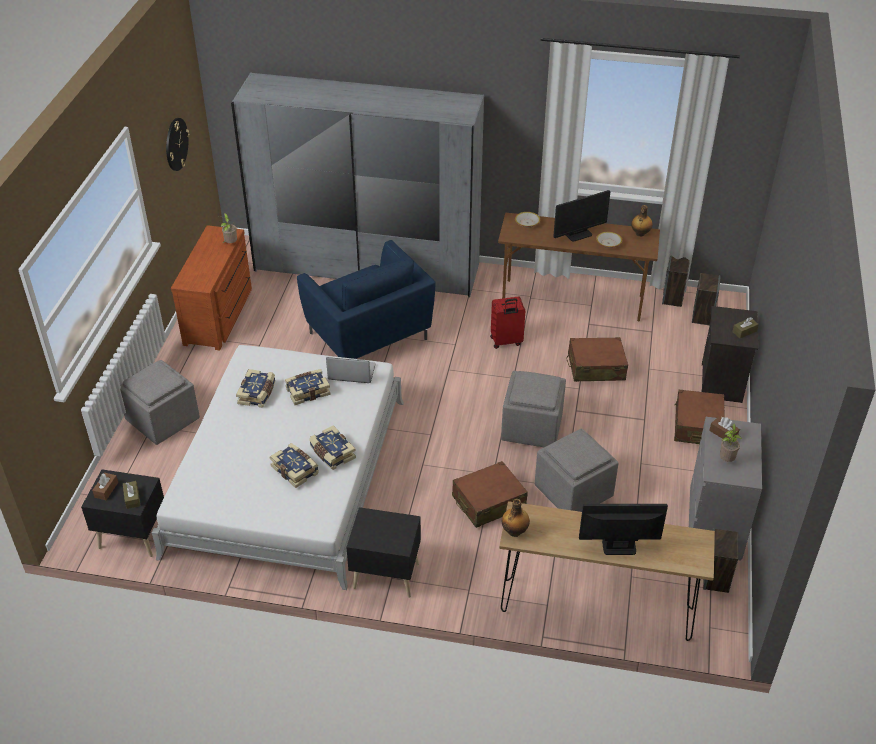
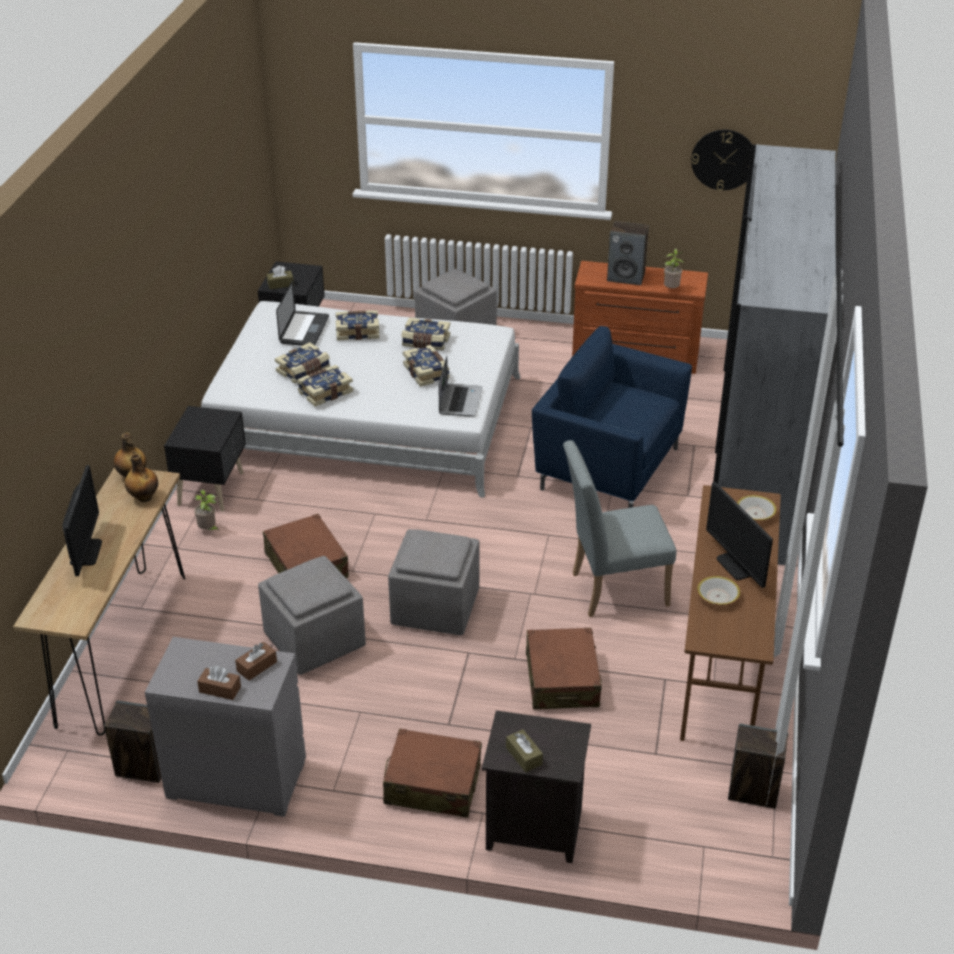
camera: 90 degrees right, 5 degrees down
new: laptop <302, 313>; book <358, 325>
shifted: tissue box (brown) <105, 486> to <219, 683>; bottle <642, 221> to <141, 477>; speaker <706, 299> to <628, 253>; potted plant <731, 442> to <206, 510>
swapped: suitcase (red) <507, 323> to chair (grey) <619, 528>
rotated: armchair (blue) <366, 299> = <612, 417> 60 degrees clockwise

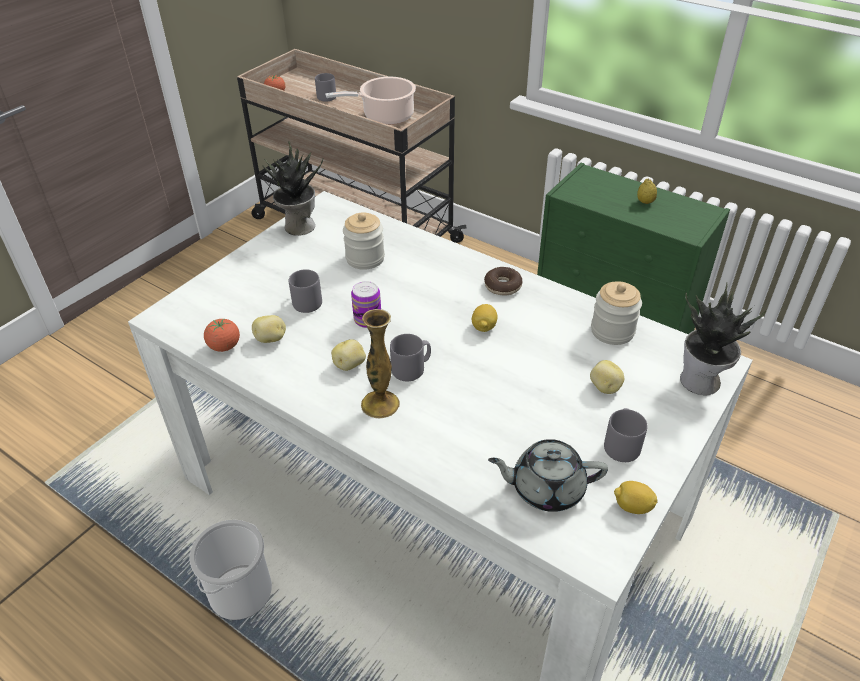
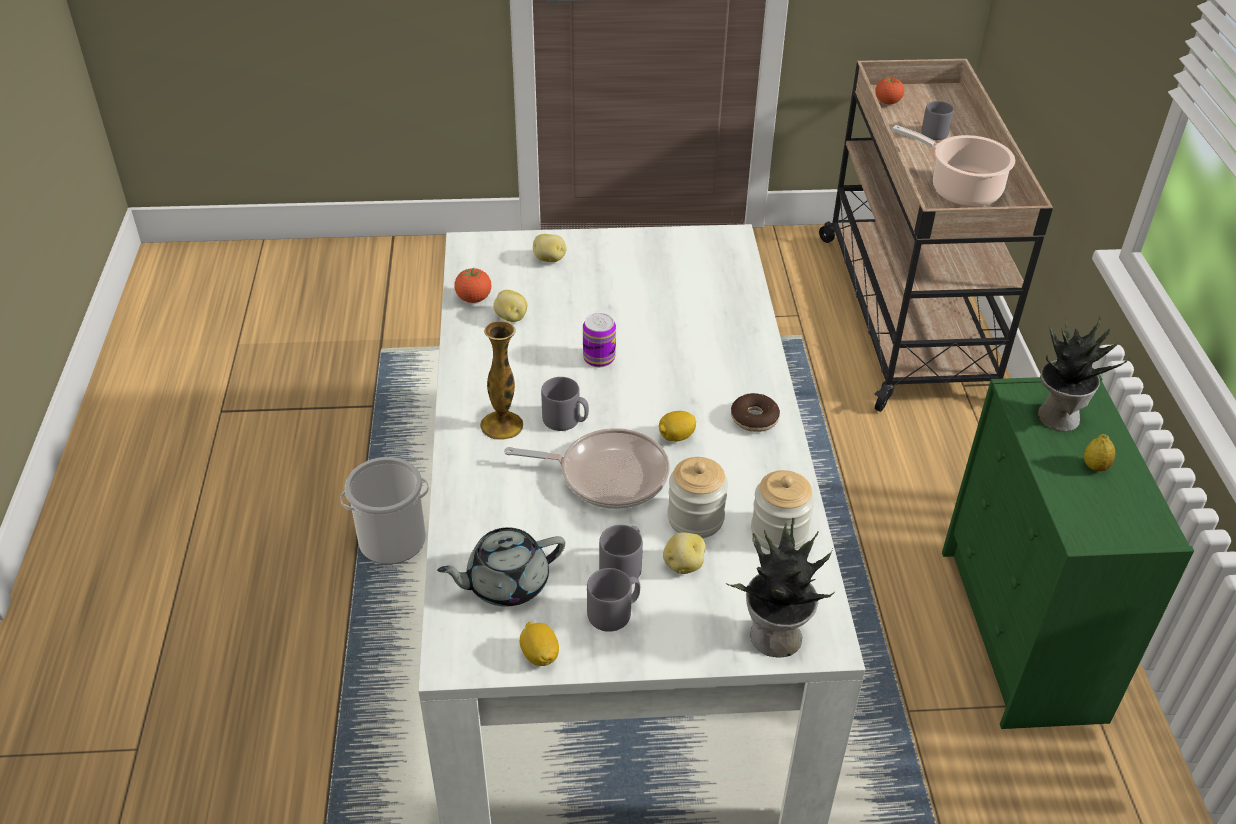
camera: 50 degrees right, 0 degrees up
new: frying pan <587, 468>
shifted: potted plant <292, 188> to <1083, 373>; mug (grey) <305, 291> to <621, 552>; potato <348, 355> to <550, 248>; jar <364, 241> to <697, 497>
rotated: teapot (grey) <548, 475> = <501, 566> 75 degrees counterclockwise

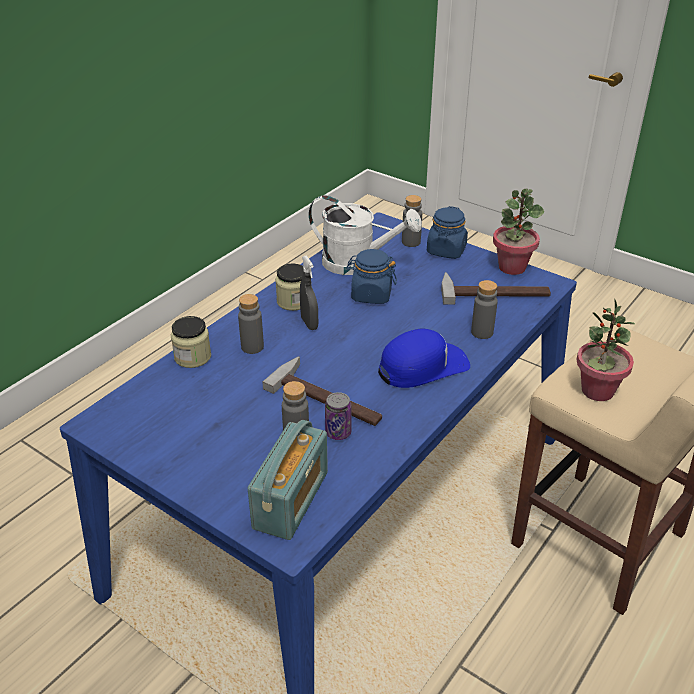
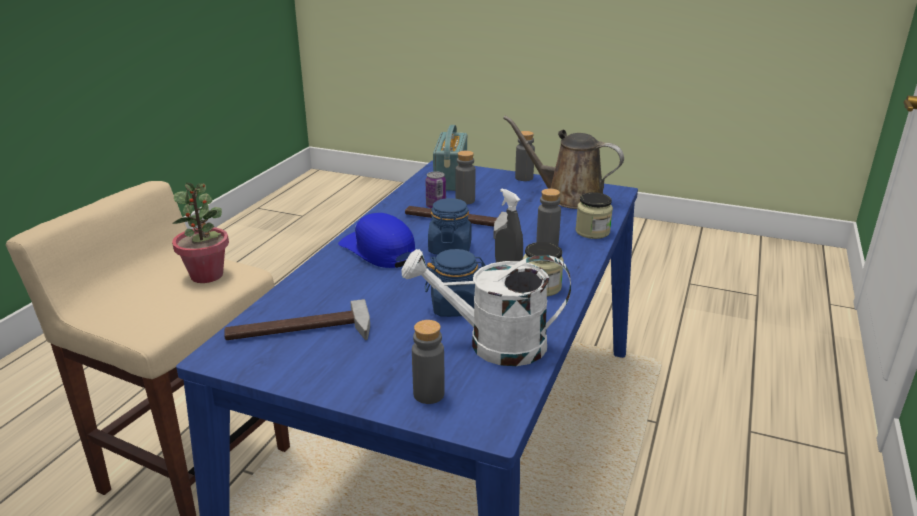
camera: 165 degrees right, 10 degrees down
gone: potted plant <518, 231>
new: watering can (brown) <563, 162>
shifted: jar (blue) <447, 232> to <450, 226>; bottle (grey) <484, 309> to <525, 156>
rotated: cap (blue) <424, 358> = <376, 240> 90 degrees clockwise

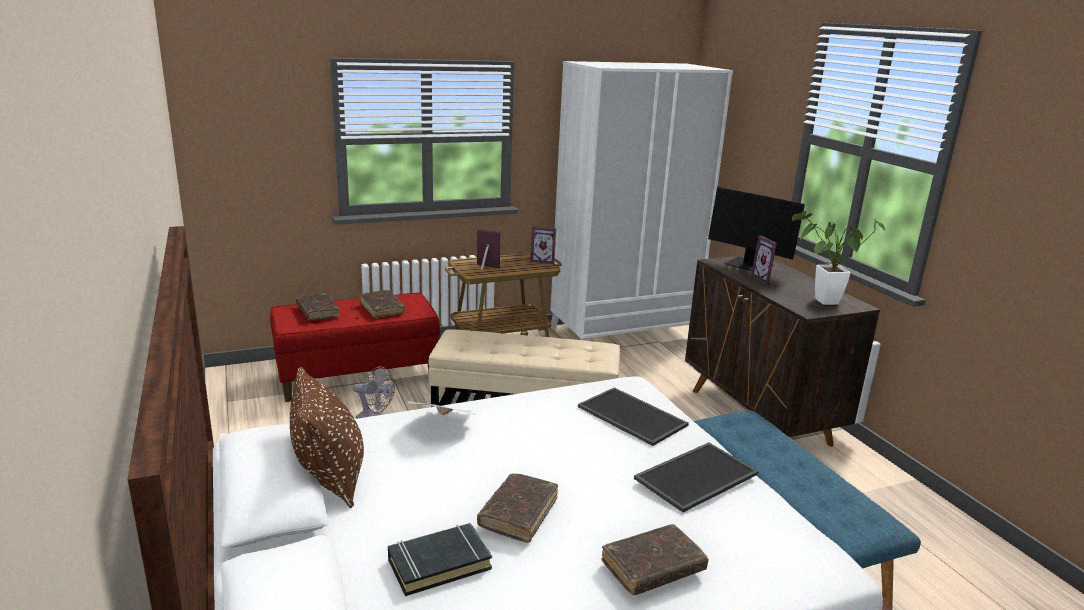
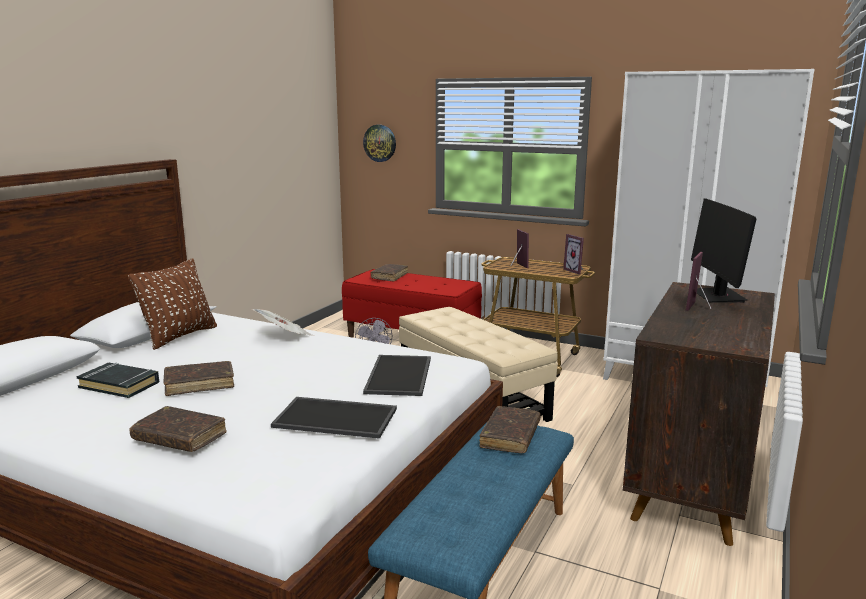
camera: 50 degrees right, 5 degrees down
gone: potted plant <838, 258>
new: wall clock <379, 143>
shifted: book (brown) <382, 304> to <510, 429>

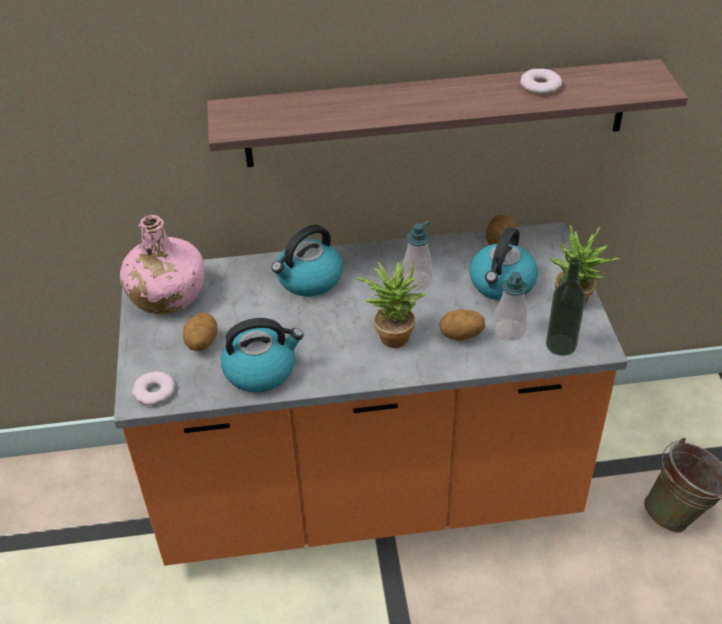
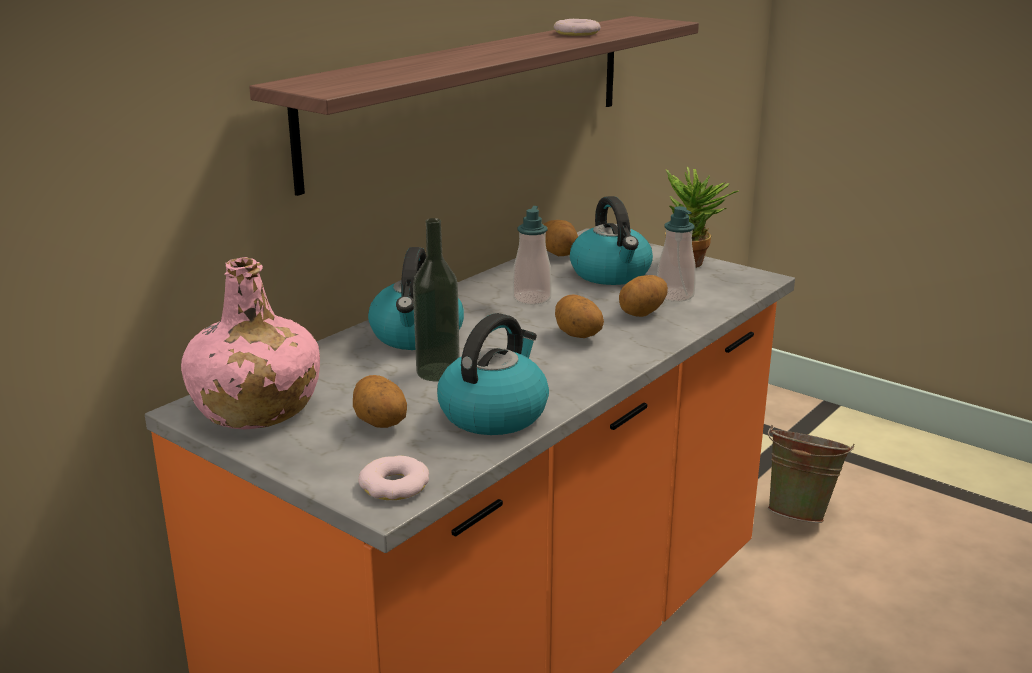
camera: 45 degrees left, 20 degrees down
shifted: bottle <566, 306> to <436, 299>
swapped: potted plant <391, 304> to potato <579, 316>

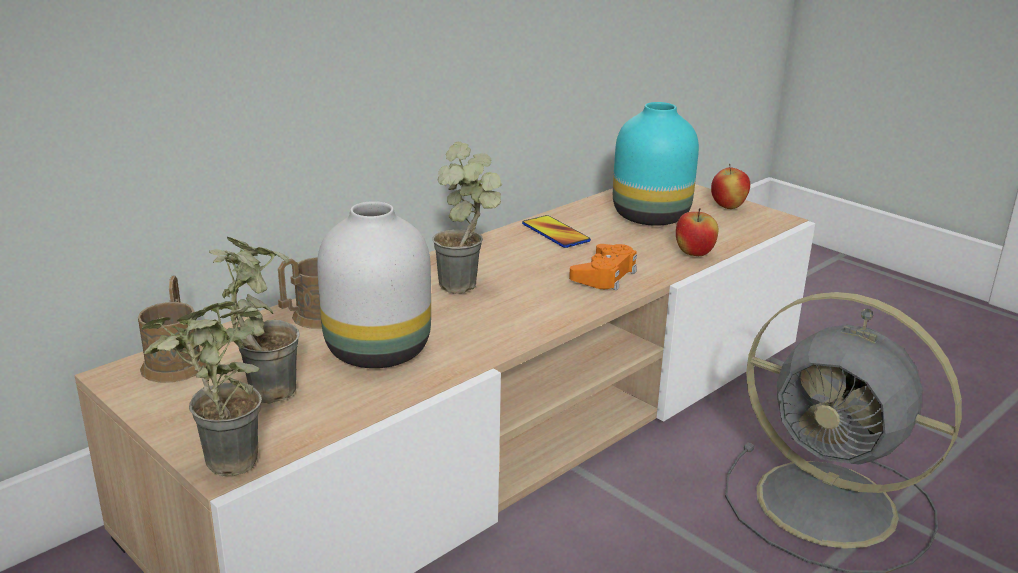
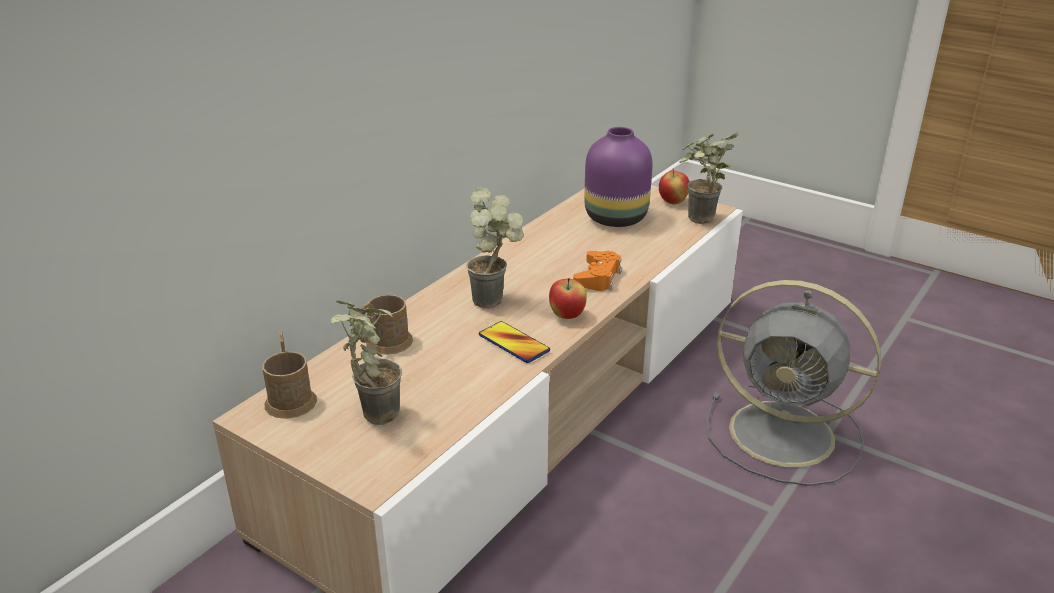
camera: 10 degrees left, 5 degrees up
gone: vase (white) <374, 284>
shifted: potted plant <201, 388> to <709, 178>; phone <556, 231> to <514, 342>; apple <697, 232> to <568, 298>
repainted: vase (turquoise) <656, 164> to vase (purple) <618, 177>

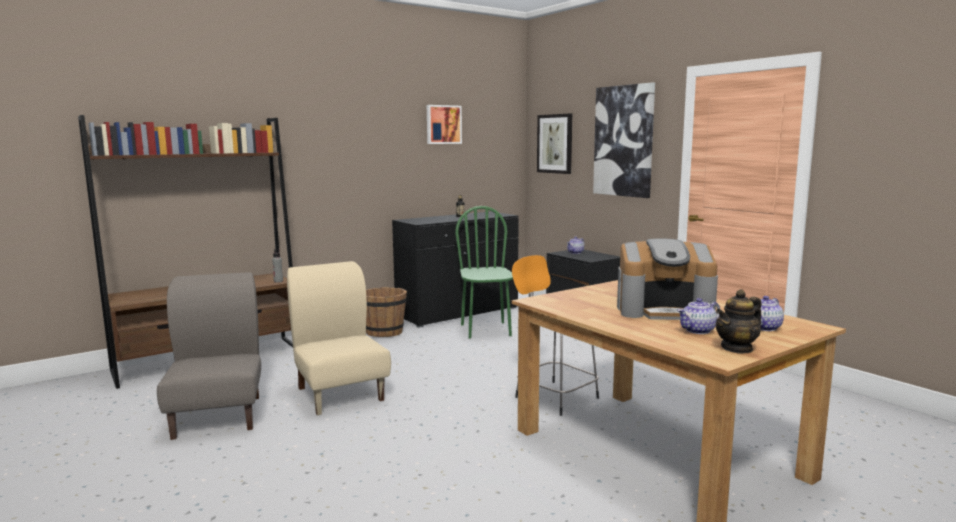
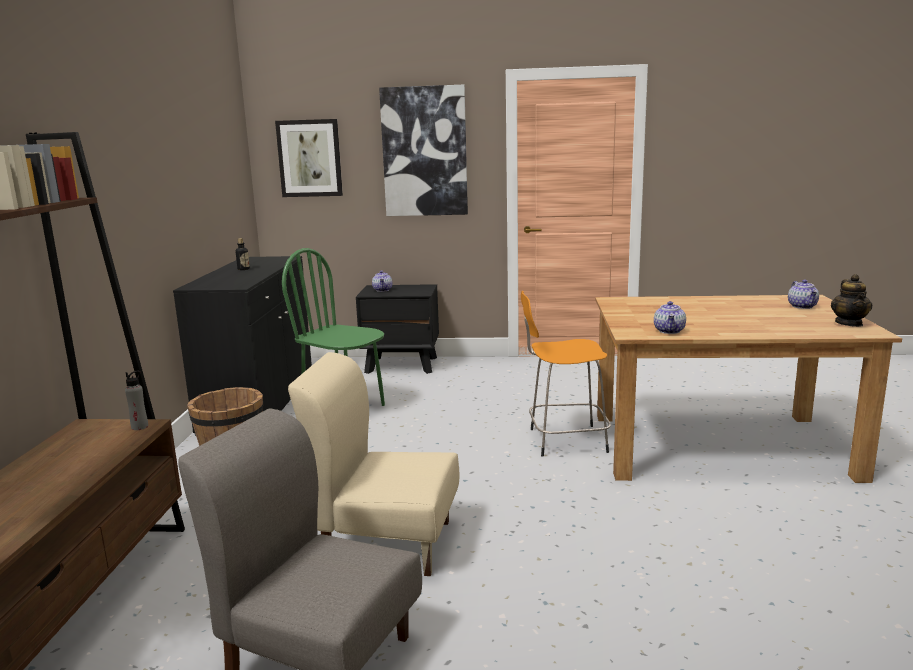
camera: 50 degrees left, 5 degrees up
gone: picture <444, 124>; coffee machine <667, 279>
shifted: teapot <698, 316> to <670, 317>

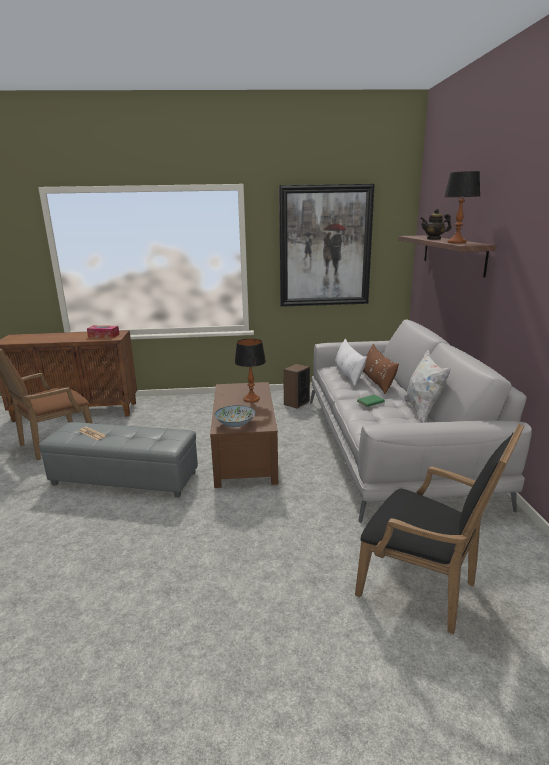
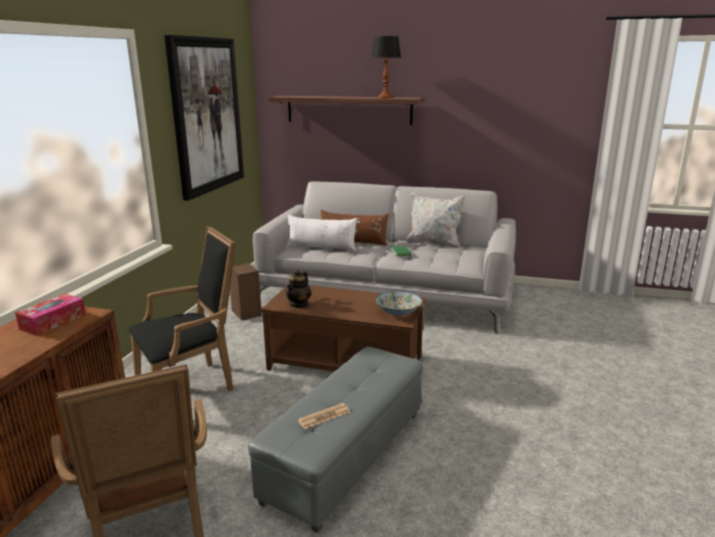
camera: 70 degrees left, 0 degrees up
gone: table lamp <250, 371>
shifted: armchair (black) <440, 528> to <182, 308>; teapot <435, 224> to <298, 289>

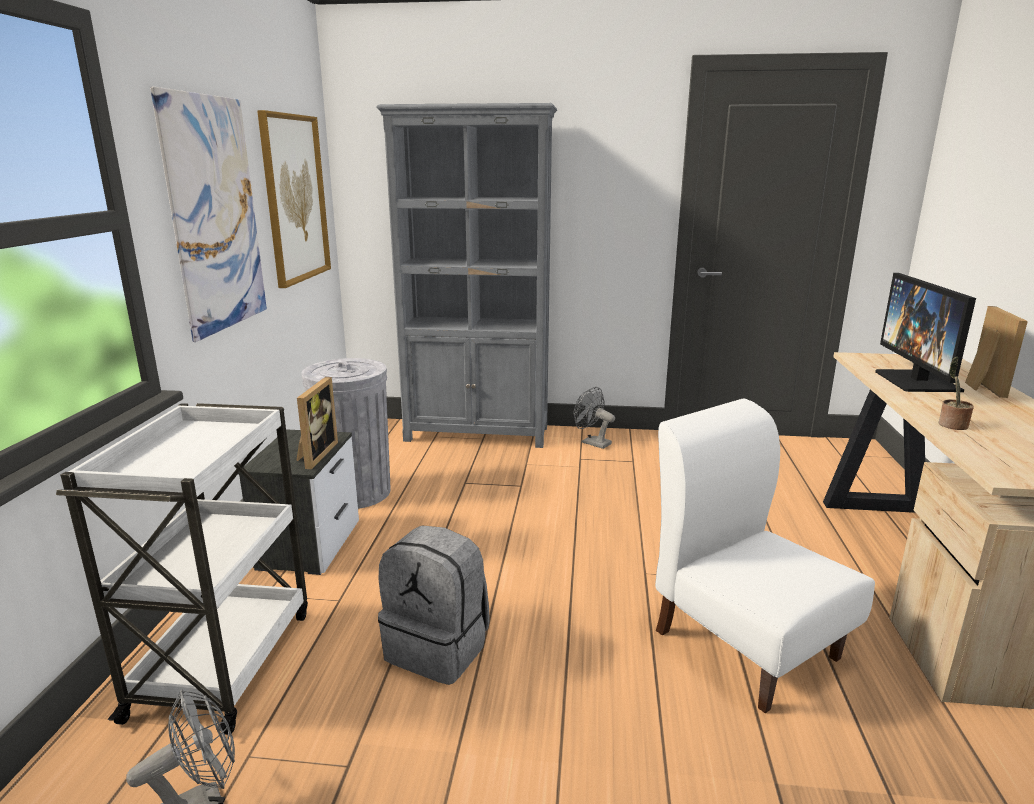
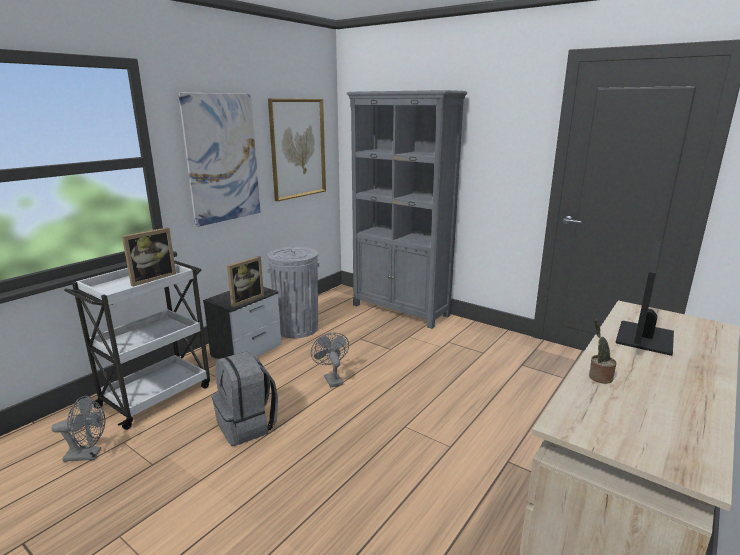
camera: 30 degrees right, 0 degrees up
gone: chair (white) <765, 555>
shifted: fan (grey) <594, 418> to <330, 360>; picture frame <996, 352> to <149, 256>

